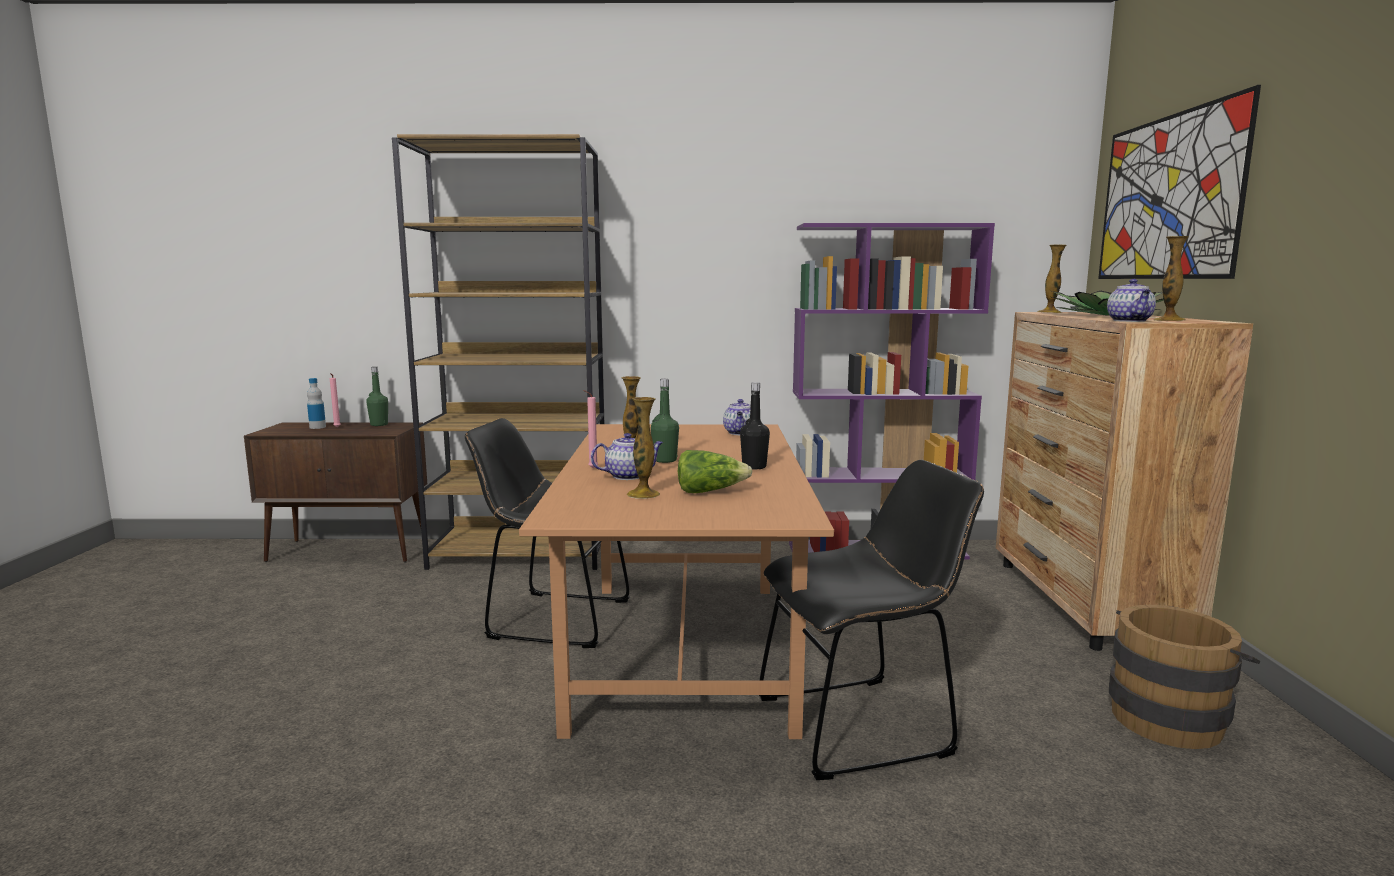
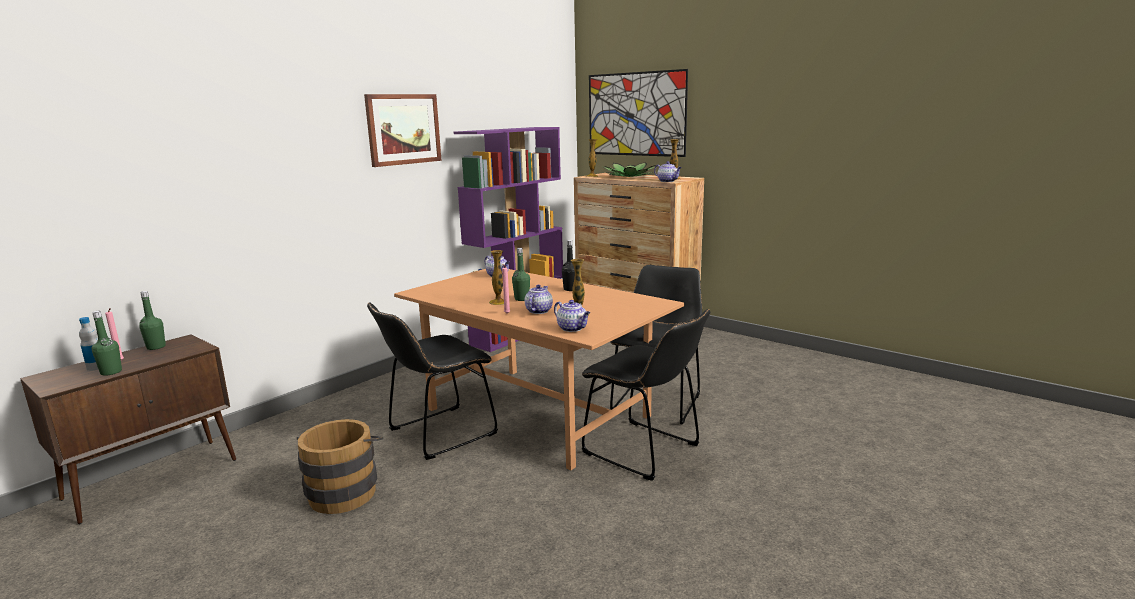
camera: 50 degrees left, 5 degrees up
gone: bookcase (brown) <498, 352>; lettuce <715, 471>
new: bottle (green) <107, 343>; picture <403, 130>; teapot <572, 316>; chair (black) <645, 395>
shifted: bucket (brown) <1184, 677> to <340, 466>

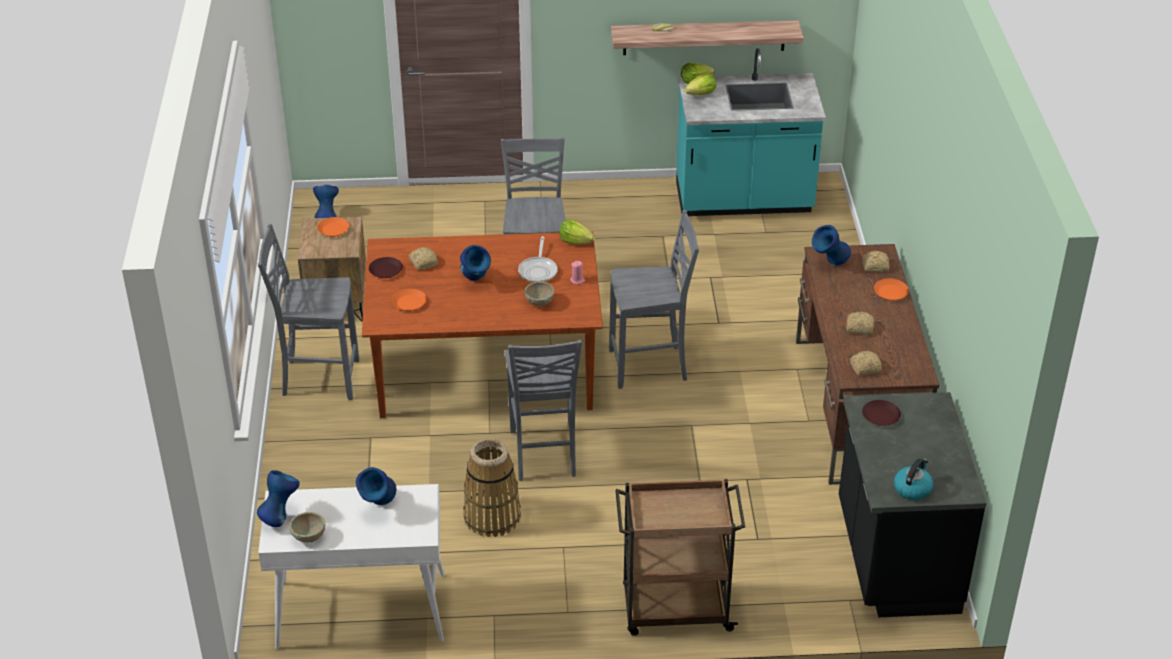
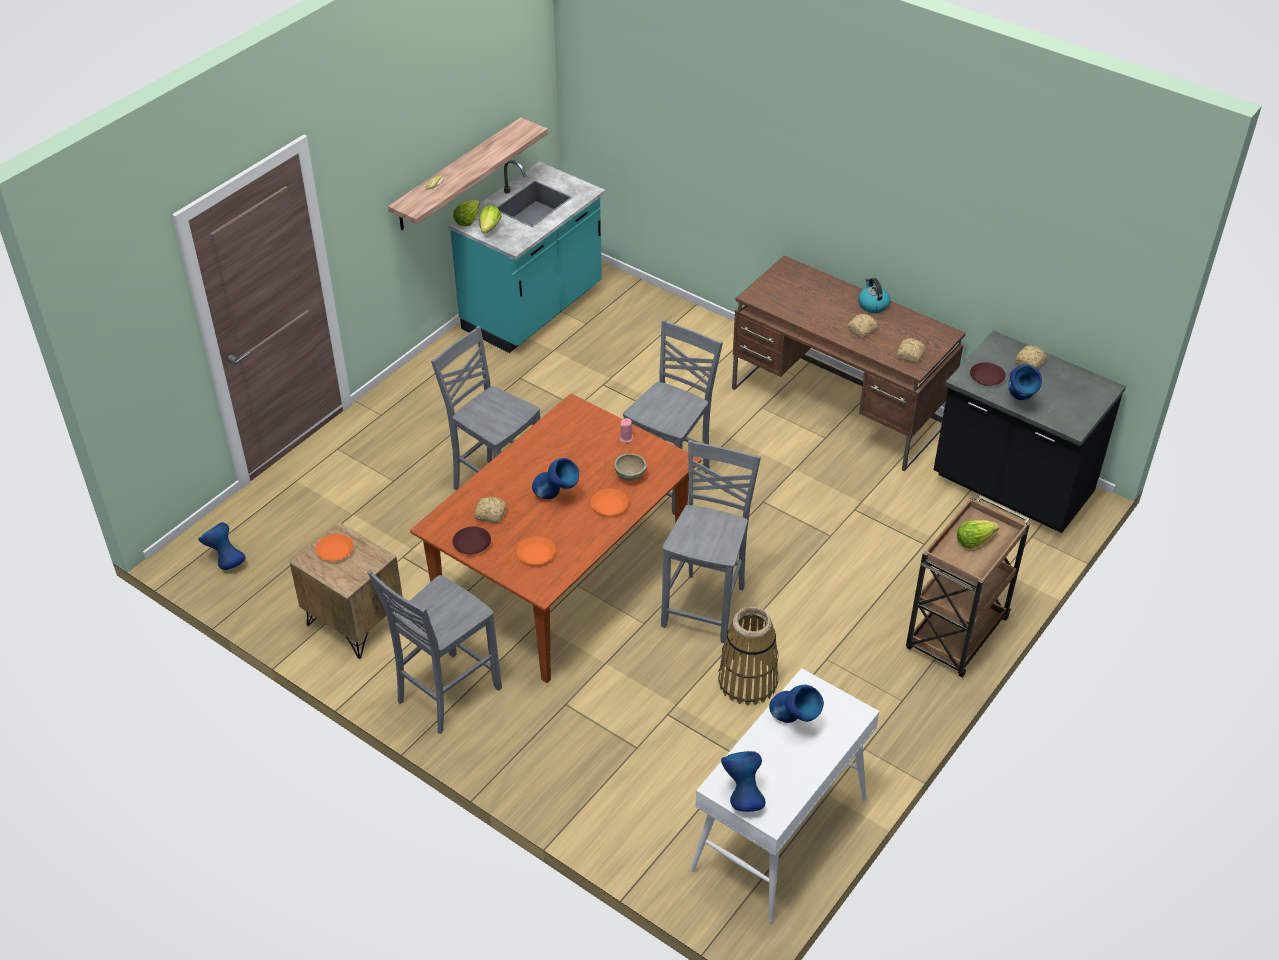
camera: 50 degrees left, 5 degrees up
gone: bowl (beige) <307, 527>; frying pan <538, 259>
shifted: lettuce <577, 231> to <978, 534>; vase (blue) <831, 245> to <1025, 382>; bread <876, 261> to <1031, 357>; plate (orange) <891, 289> to <609, 502>; kettle <913, 479> to <874, 295>
rotated: chair (grey) <543, 410> = <711, 541> 105 degrees counterclockwise

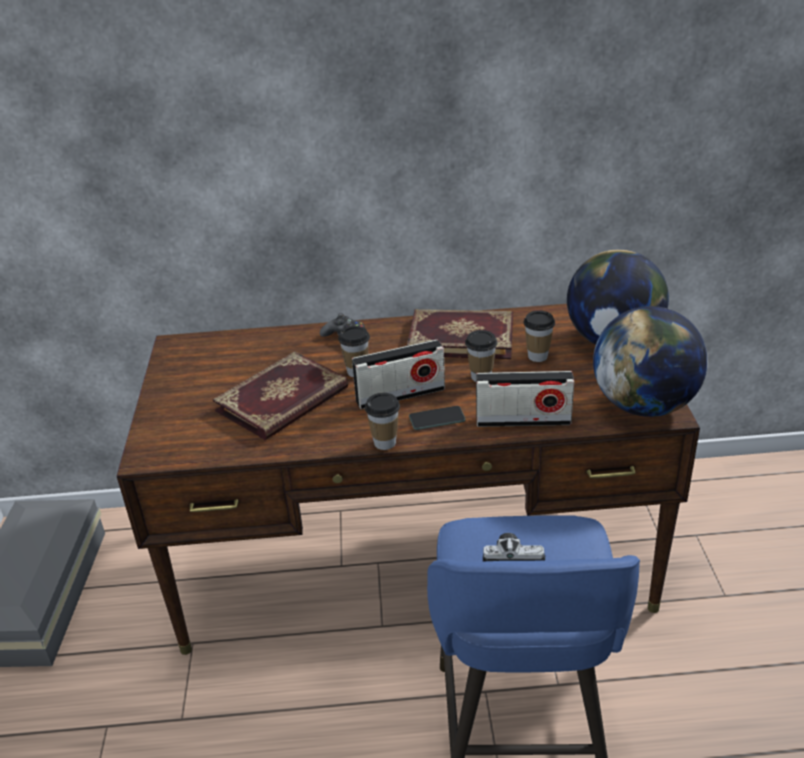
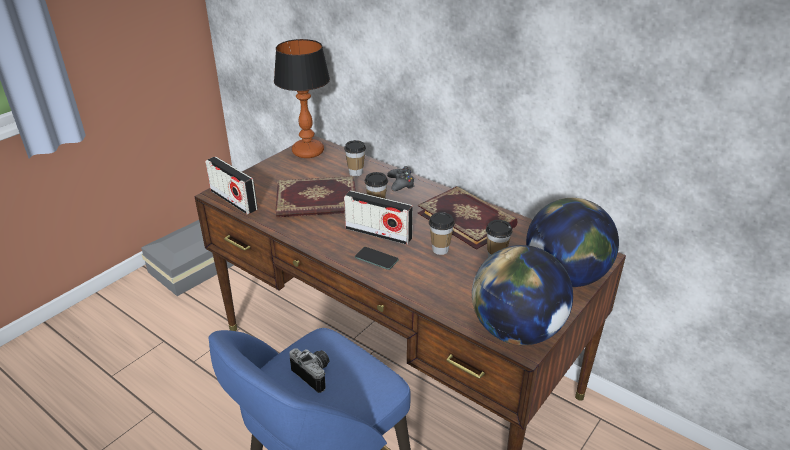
camera: 40 degrees right, 0 degrees up
new: table lamp <302, 98>
shifted: cup <382, 421> to <355, 158>; radio <525, 399> to <231, 185>

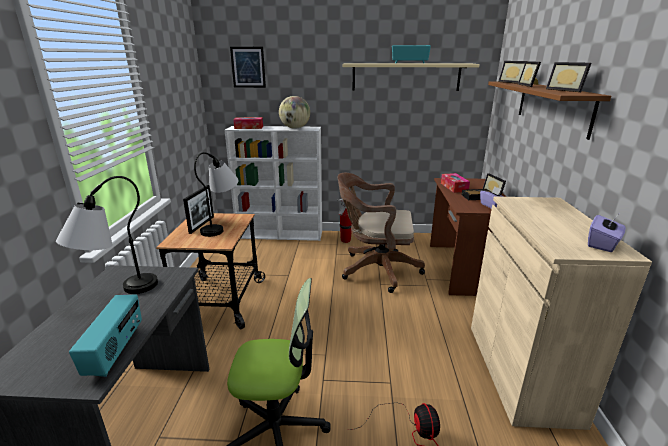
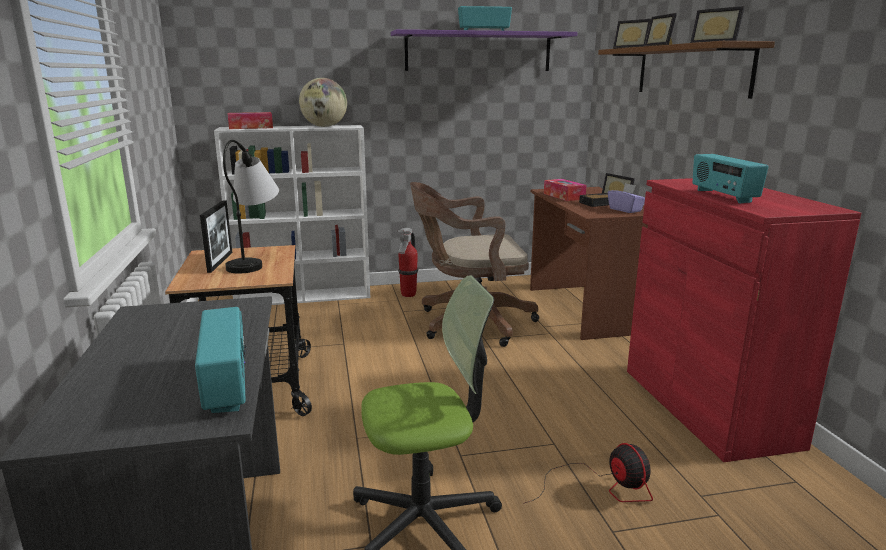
camera: 15 degrees left, 5 degrees down
gone: table lamp <107, 235>; picture <248, 67>; tissue box (purple) <607, 233>
new: radio <730, 178>
repainted: shelf (beige) <410, 77> to shelf (purple) <484, 50>; cabinet (beige) <561, 313> to cabinet (red) <744, 320>

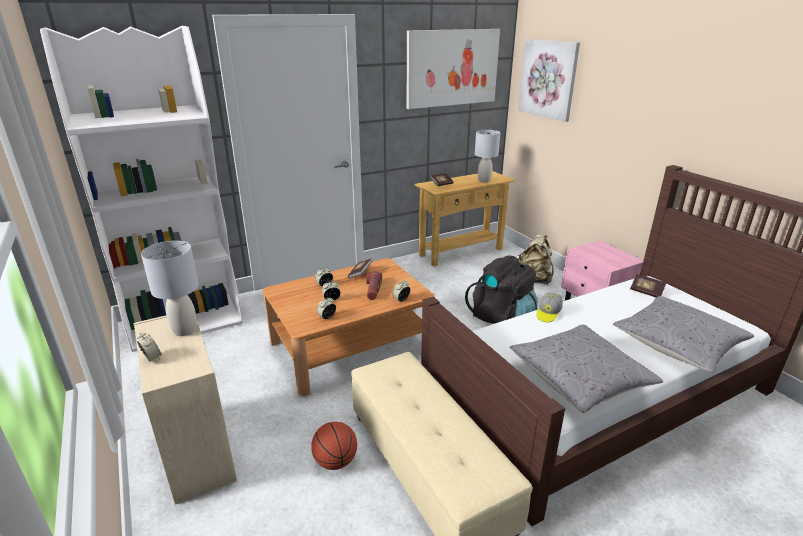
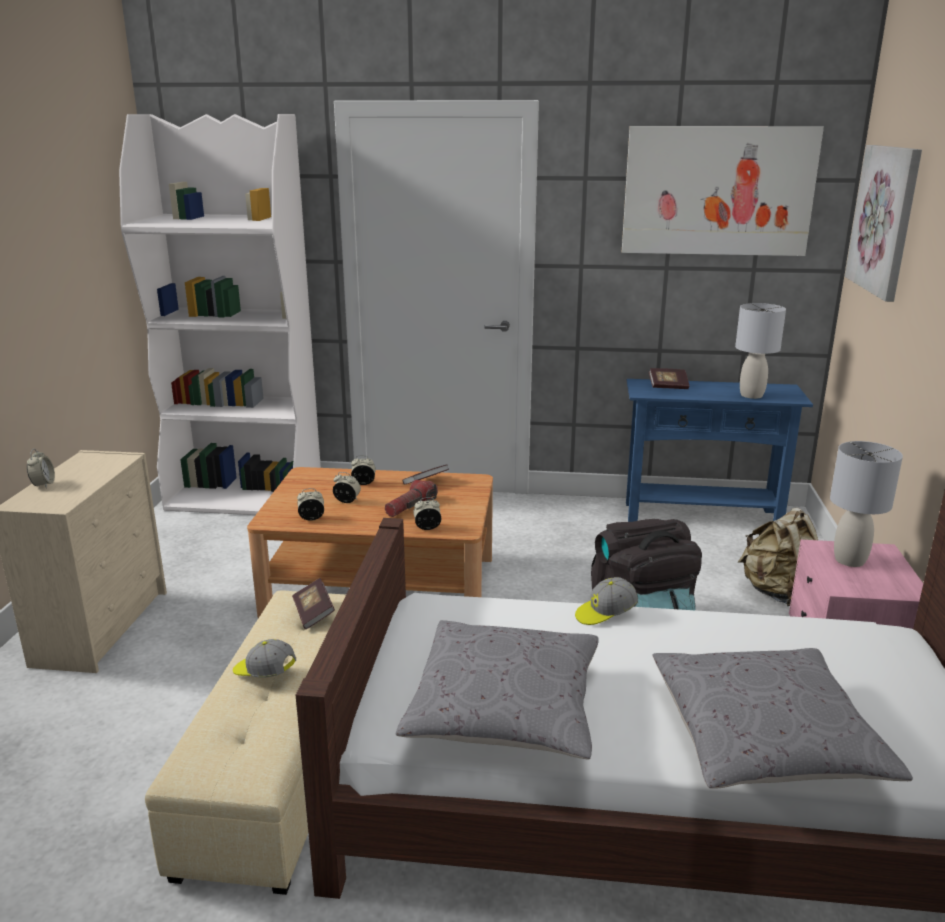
camera: 35 degrees right, 5 degrees down
gone: basketball <334, 446>
new: cap <264, 658>
shifted: table lamp (grey) <170, 288> to <866, 504>; book <648, 285> to <313, 603>
repainted: console table (beige) <464, 218> to console table (blue) <719, 450>

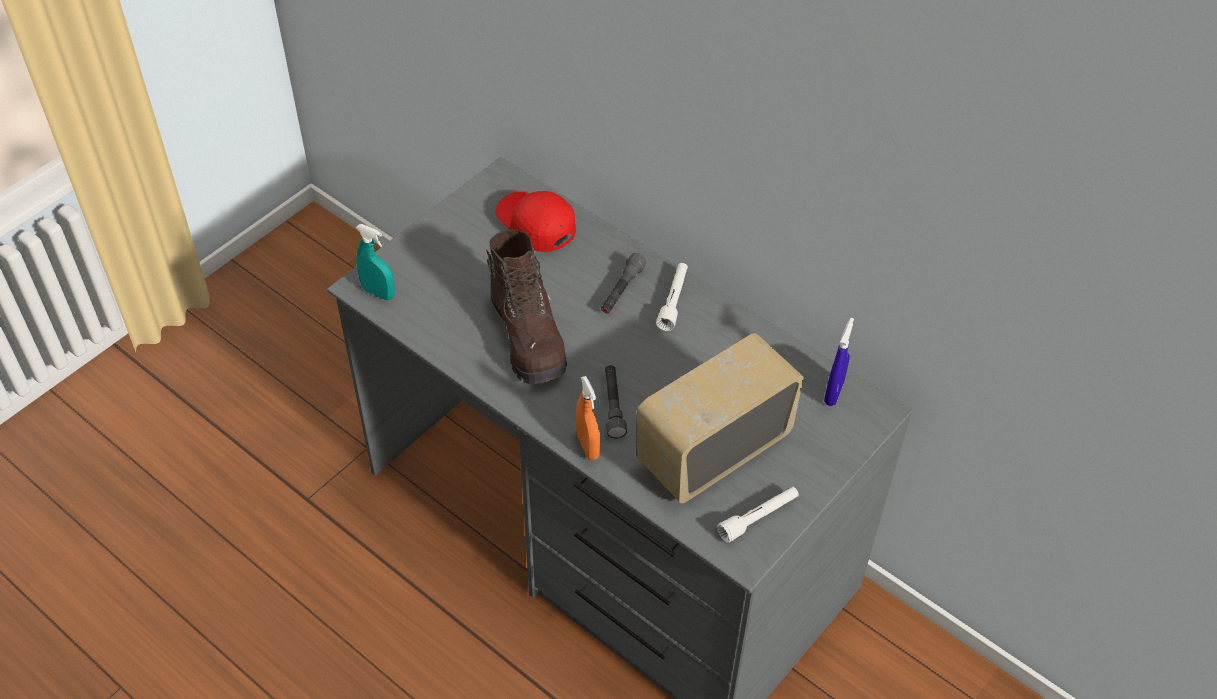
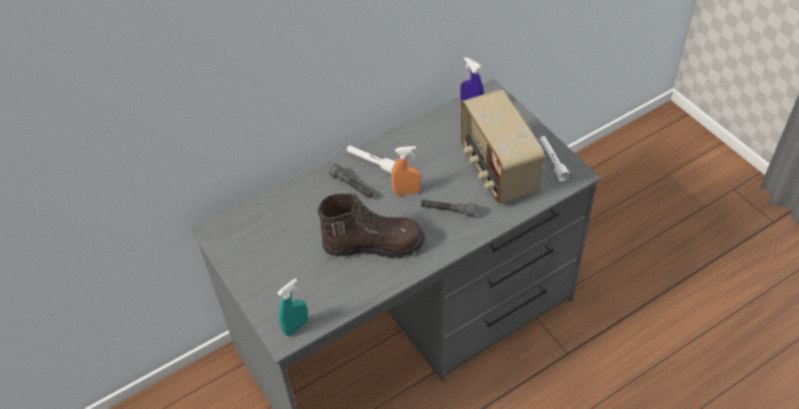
camera: 70 degrees left, 0 degrees up
gone: cap (red) <535, 221>
shifted: spray bottle (orange) <588, 418> to <406, 170>

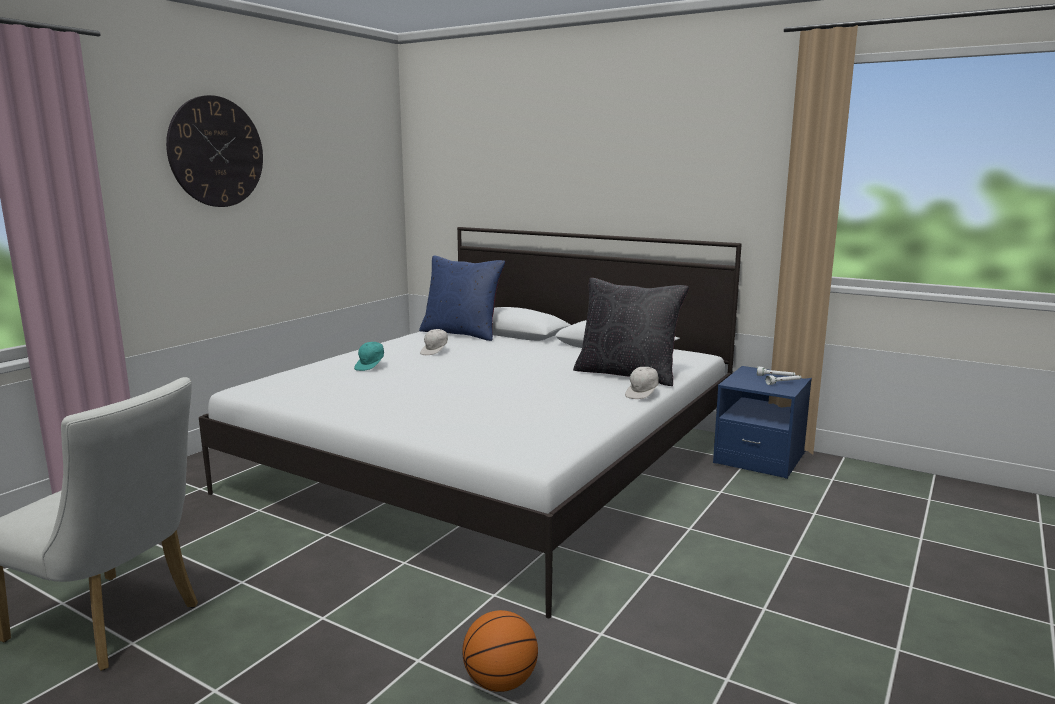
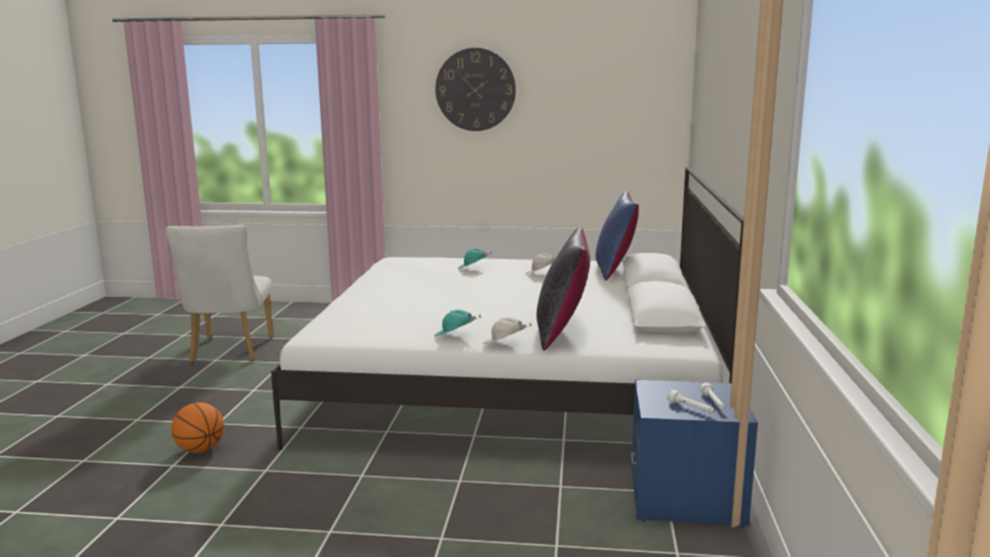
camera: 65 degrees right, 0 degrees up
new: cap (turquoise) <457, 323>

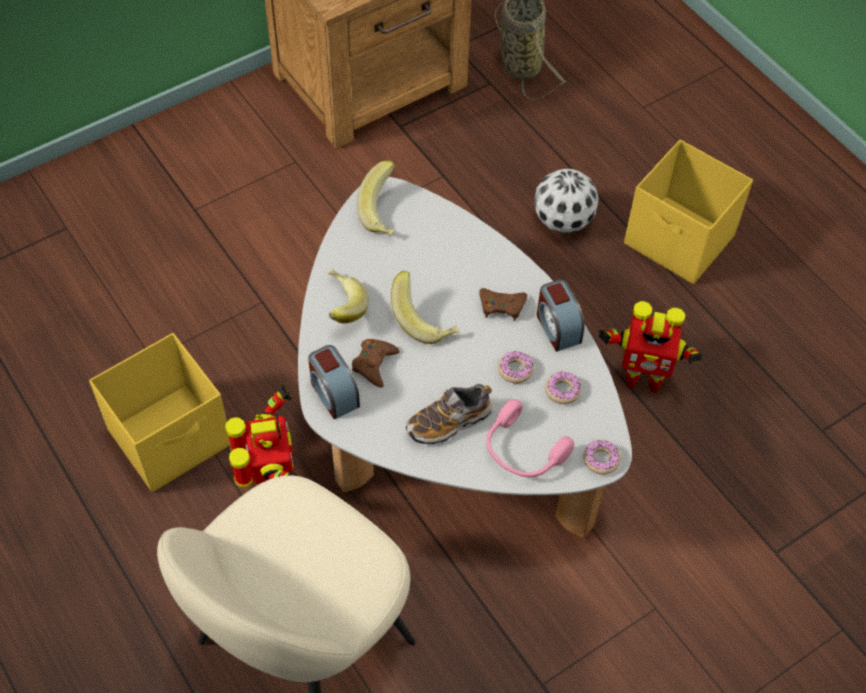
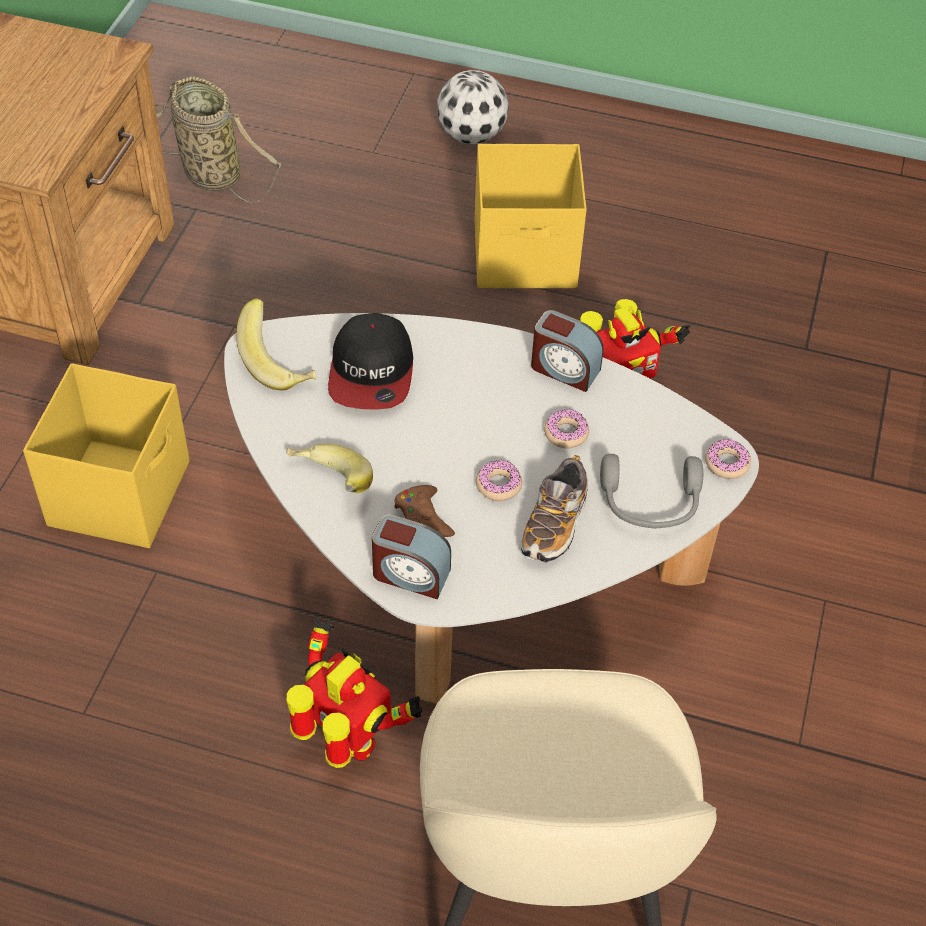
camera: 40 degrees left, 5 degrees down
gone: banana <425, 307>; game controller (brown) <503, 304>
new: cap <370, 361>
shifted: storage box (yellow) <160, 412> to <106, 455>; football <566, 201> to <473, 107>; donut <563, 388> to <499, 480>
repainted: headphones (pink) <530, 438> to headphones (grey) <651, 491>

